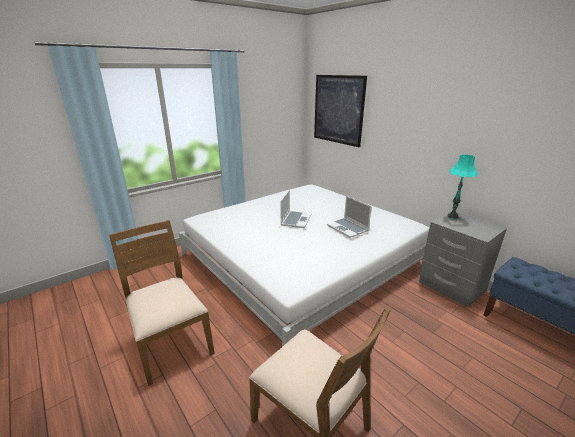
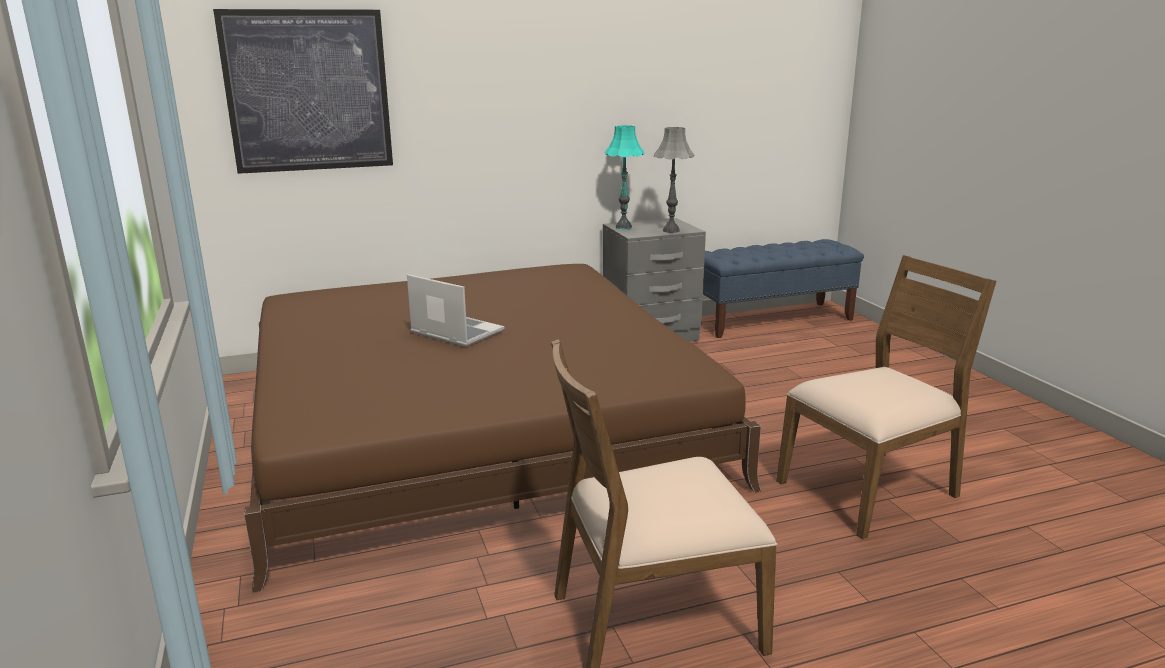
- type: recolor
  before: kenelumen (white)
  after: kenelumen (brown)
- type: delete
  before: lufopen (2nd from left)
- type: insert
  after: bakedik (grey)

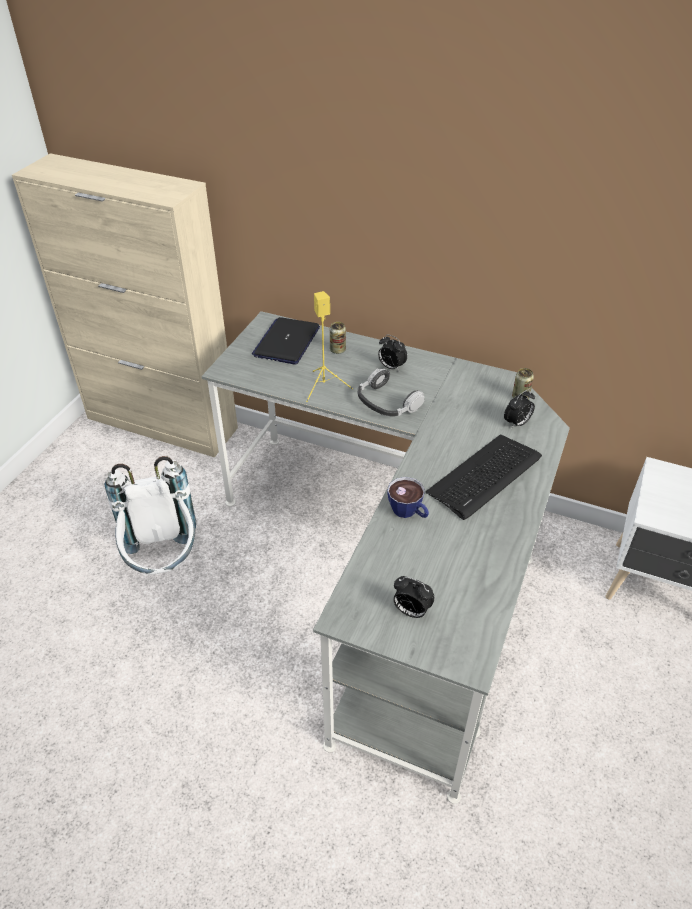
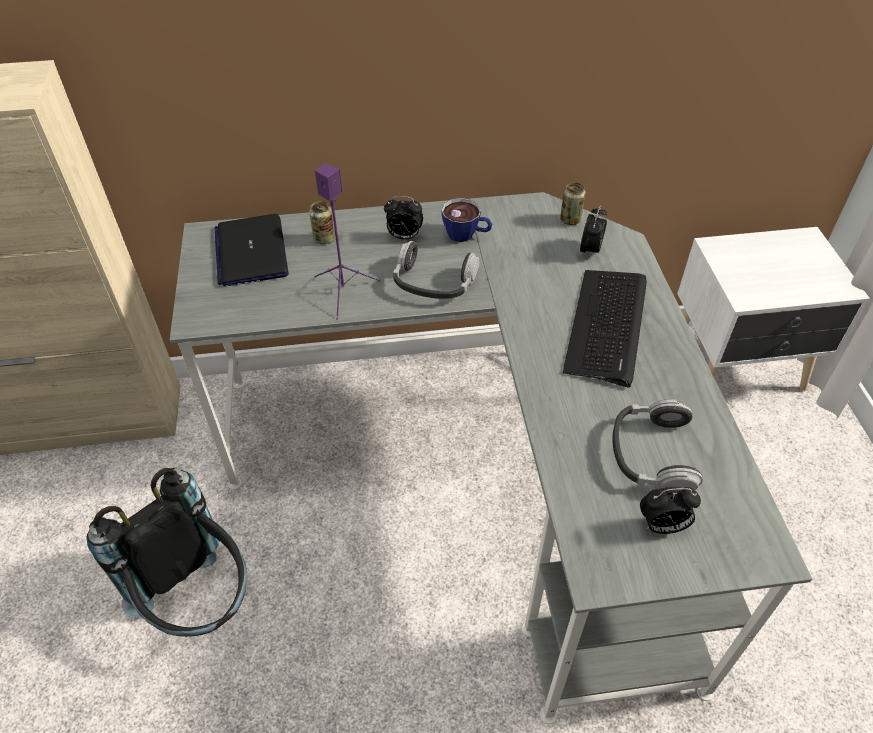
- type: recolor
  before: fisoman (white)
  after: fisoman (black)
- type: recolor
  before: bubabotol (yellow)
  after: bubabotol (purple)
- type: move
  before: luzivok
- type: insert
  after: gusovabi (2nd from left)

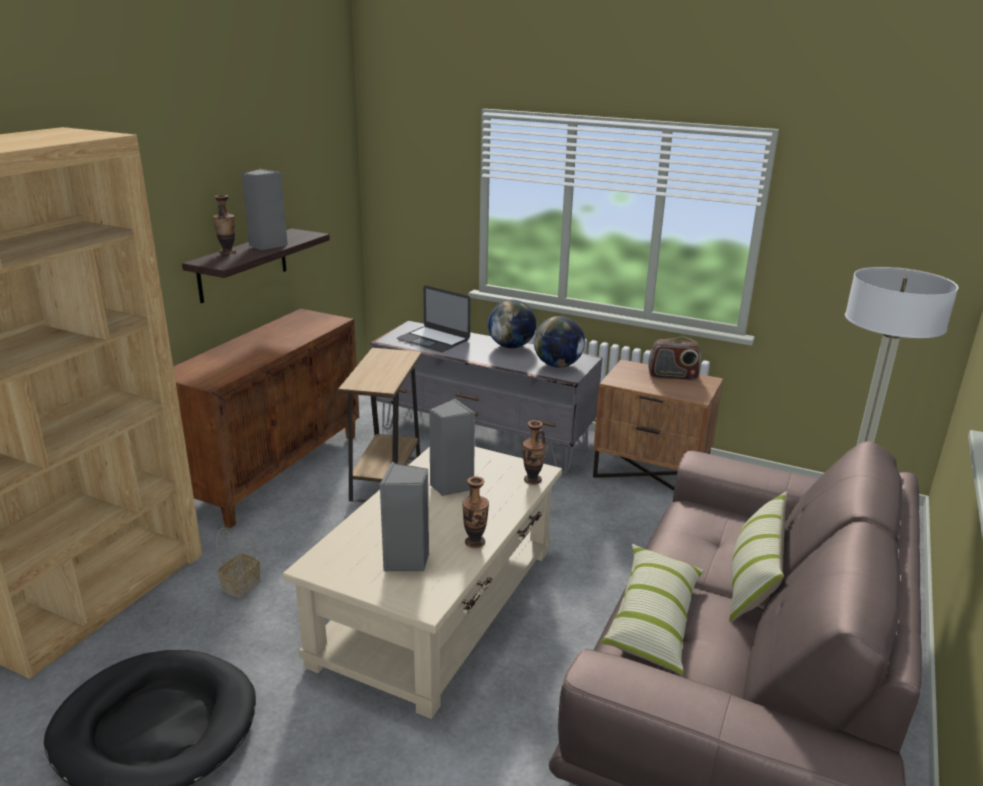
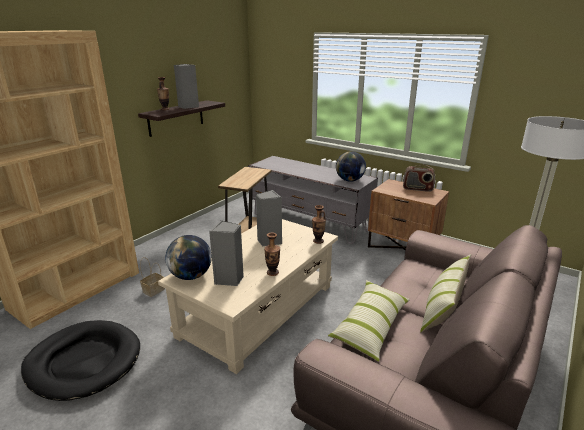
- type: delete
  before: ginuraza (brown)
- type: delete
  before: lufopen
- type: move
  before: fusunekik (1st from left)

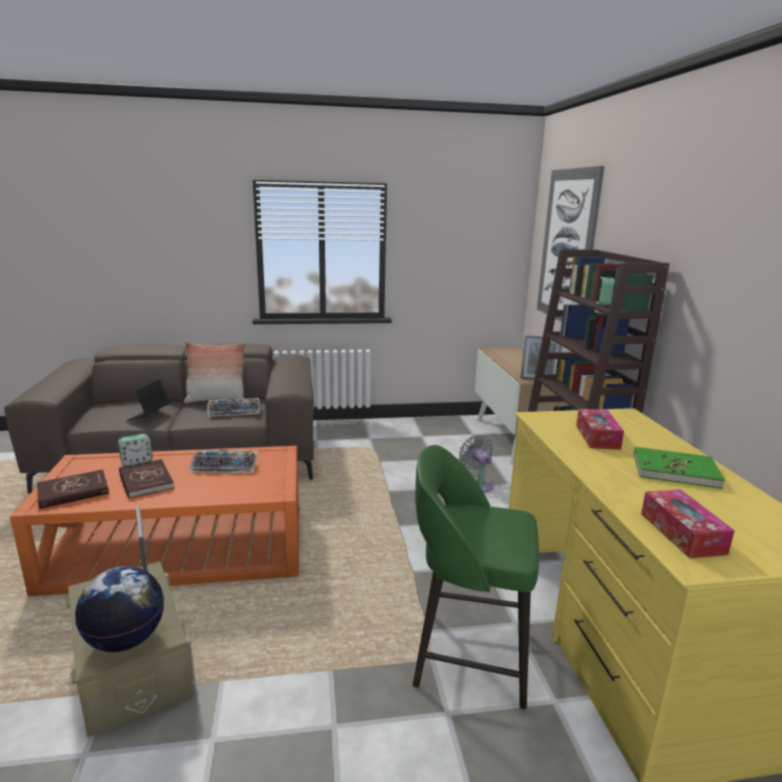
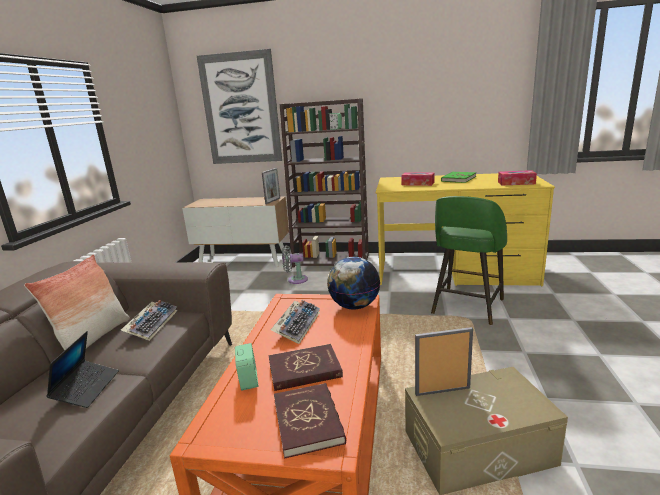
- type: move
  before: fusunekik
- type: rotate
  before: lufopen
  turn: -120

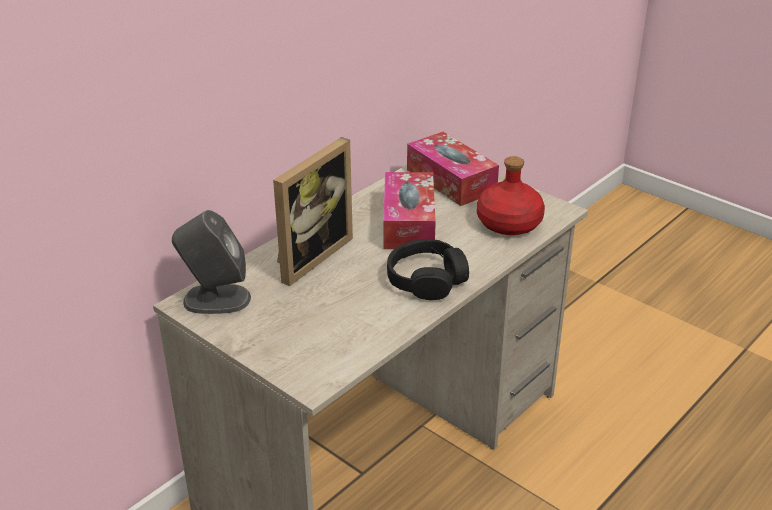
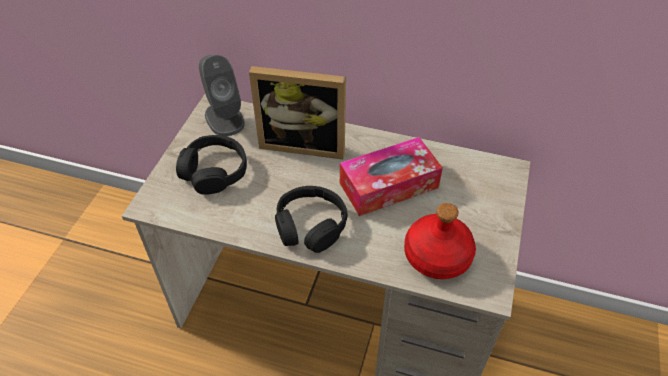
- type: delete
  before: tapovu (2nd from left)
- type: insert
  after: gusovabi (black) (1st from left)

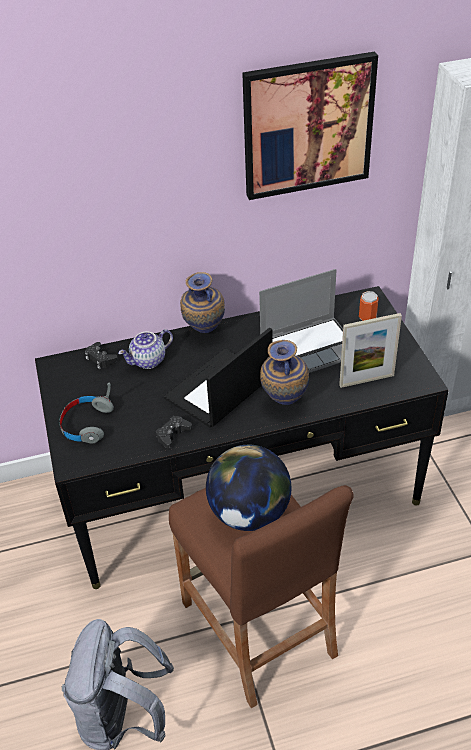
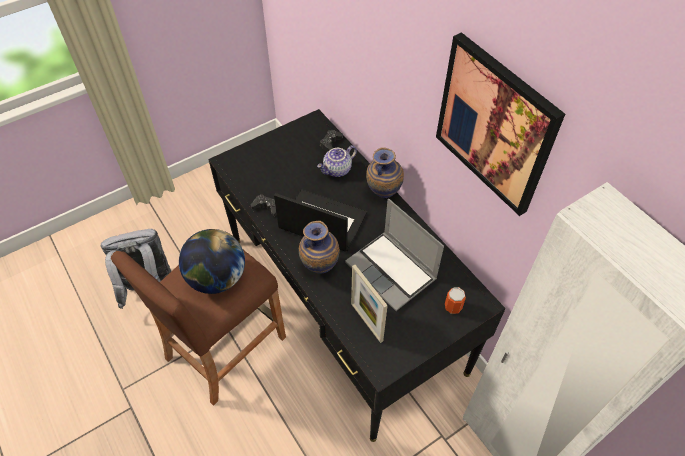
- type: delete
  before: gusovabi (grey)
- type: rotate
  before: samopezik
  turn: -75

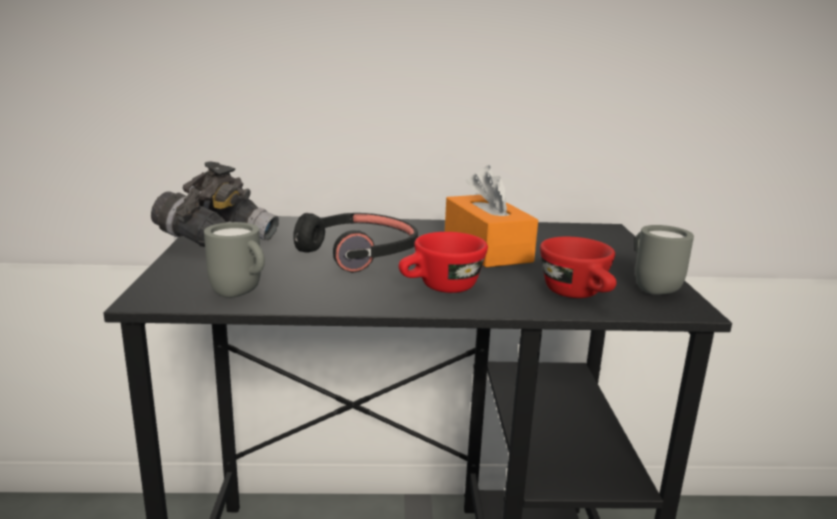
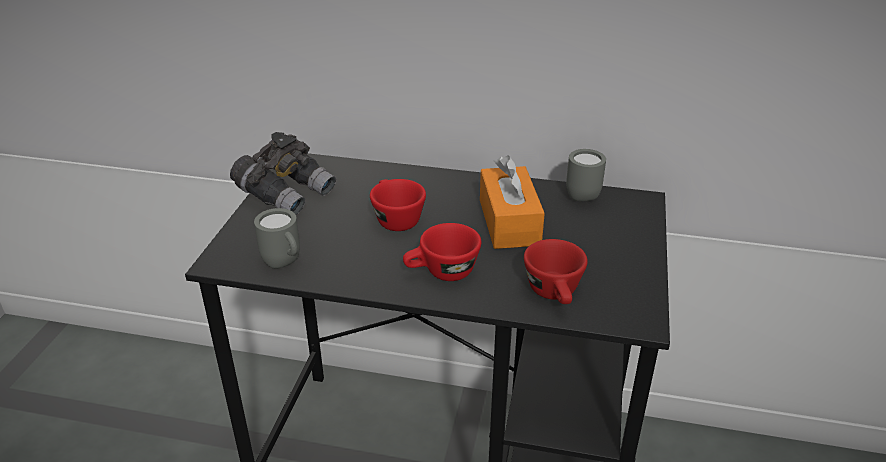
- type: replace
  before: gusovabi (black)
  after: luzivok (red) (1st from left)
- type: move
  before: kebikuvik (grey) (2nd from left)

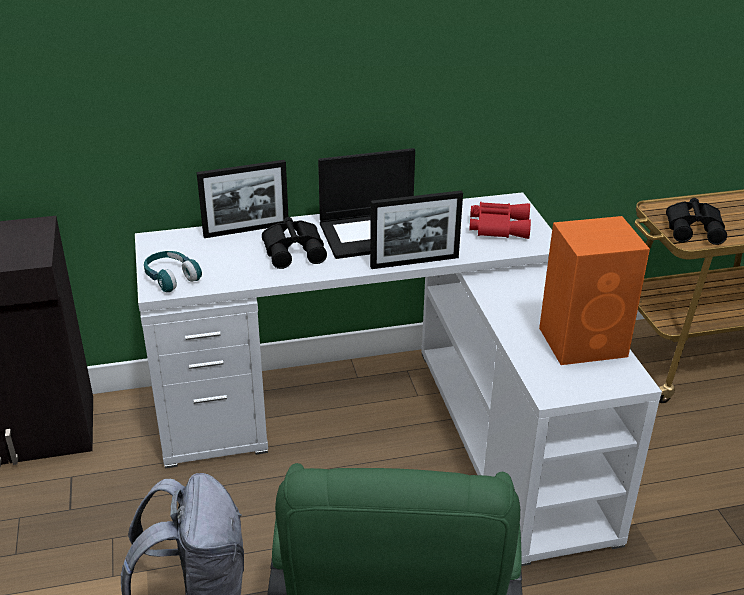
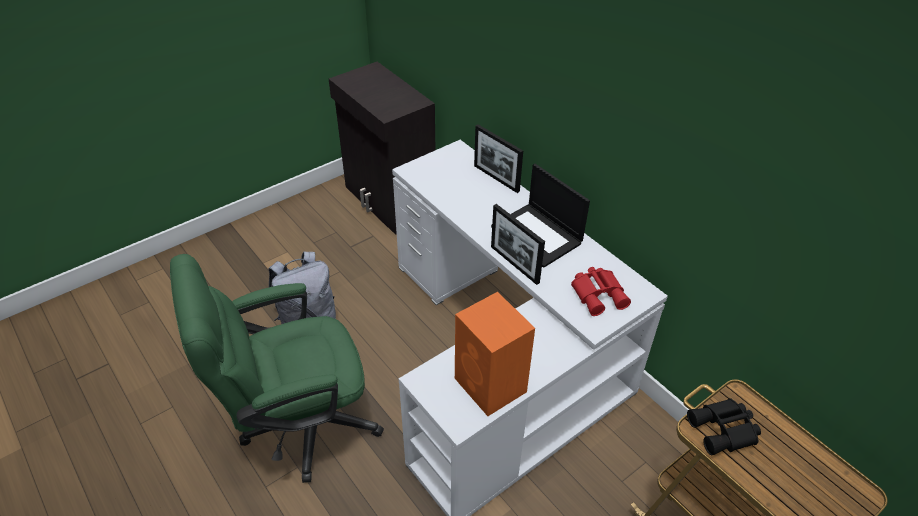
- type: delete
  before: gusovabi (turquoise)
- type: delete
  before: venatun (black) (1st from left)

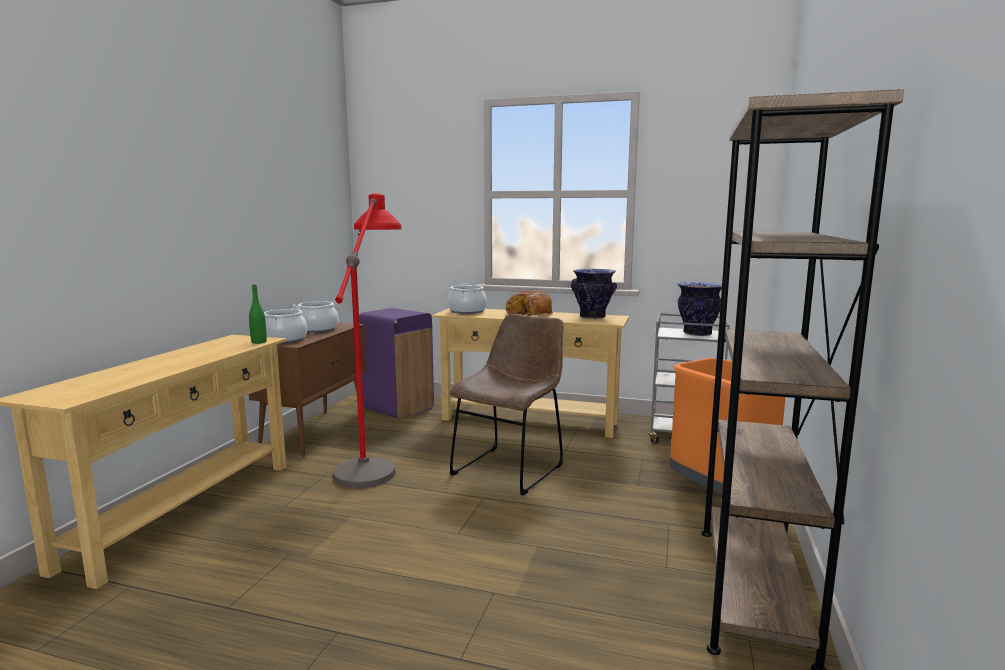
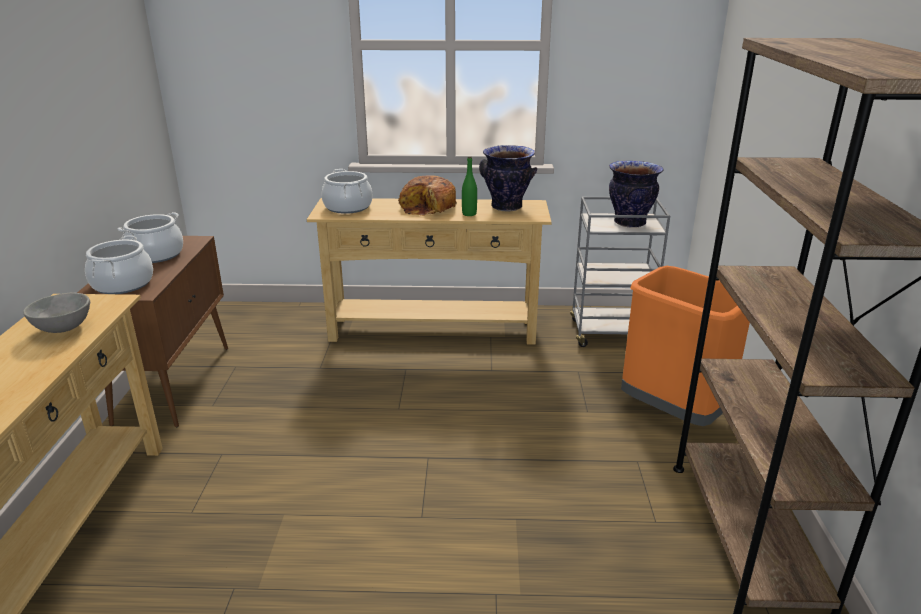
- type: move
  before: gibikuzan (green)
- type: delete
  before: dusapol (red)
- type: delete
  before: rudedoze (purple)
- type: delete
  before: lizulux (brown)
- type: insert
  after: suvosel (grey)

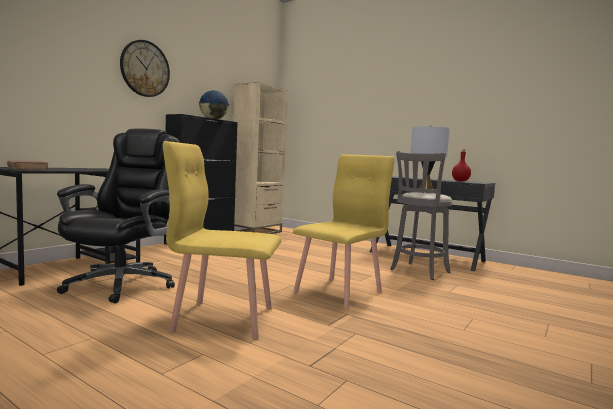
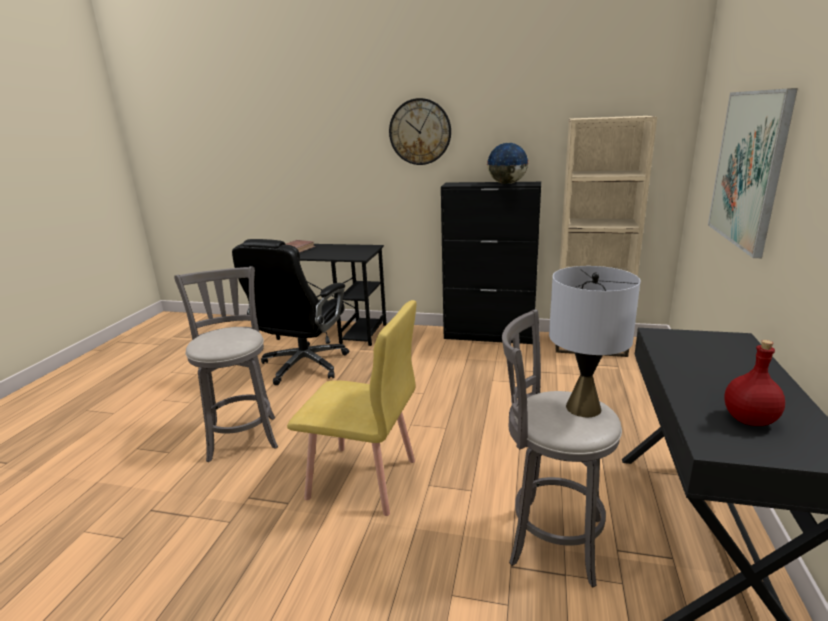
- type: rotate
  before: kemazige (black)
  turn: 120
- type: replace
  before: lizulux (yellow) (1st from left)
  after: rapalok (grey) (1st from left)
- type: insert
  after: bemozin

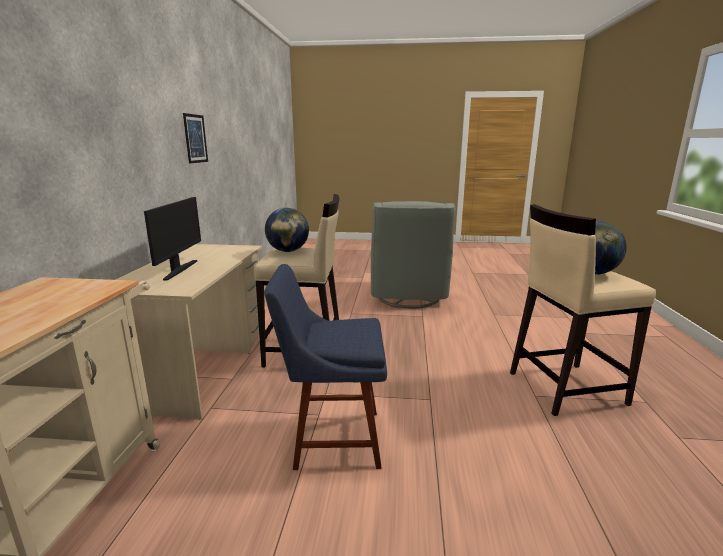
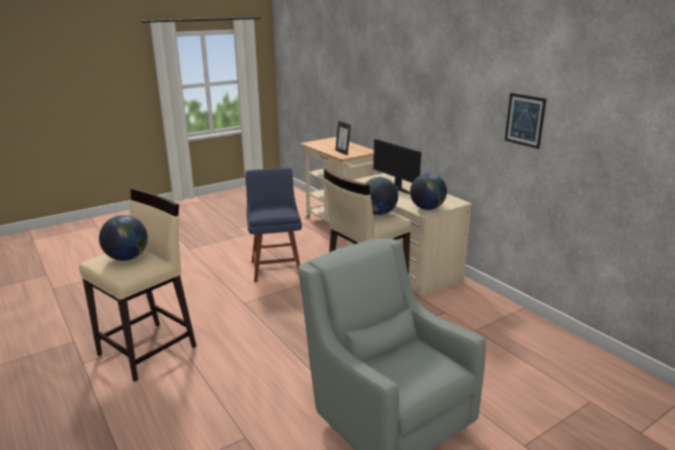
- type: rotate
  before: lizulux (blue)
  turn: -60
- type: insert
  after: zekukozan
- type: insert
  after: fusunekik (3rd from left)

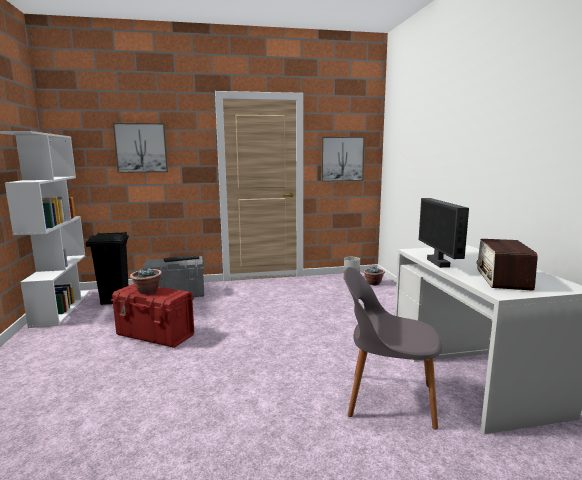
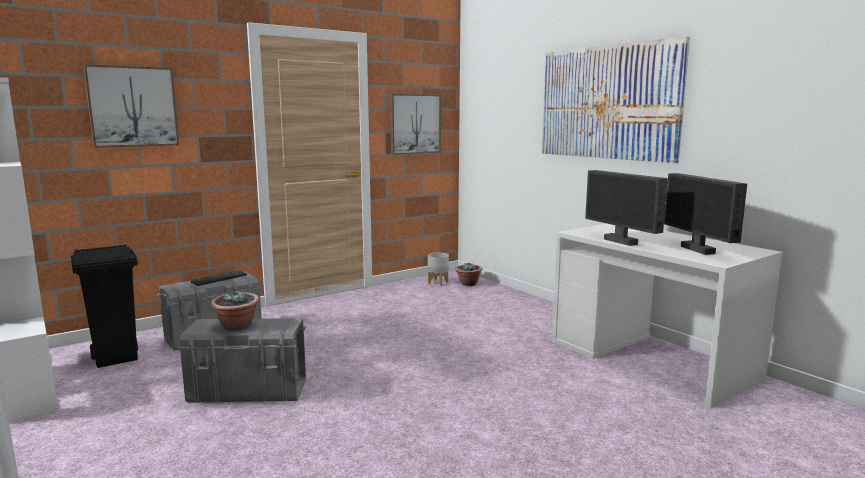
- type: recolor
  before: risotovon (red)
  after: risotovon (grey) (2nd from left)
- type: delete
  before: lizulux (grey)
- type: replace
  before: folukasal
  after: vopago (2nd from left)
- type: insert
  after: bemozin (3rd from left)

